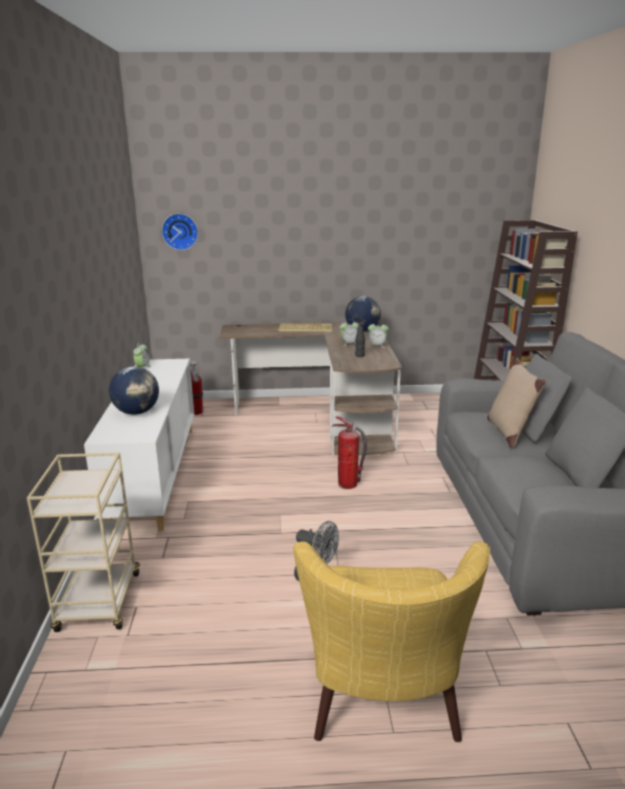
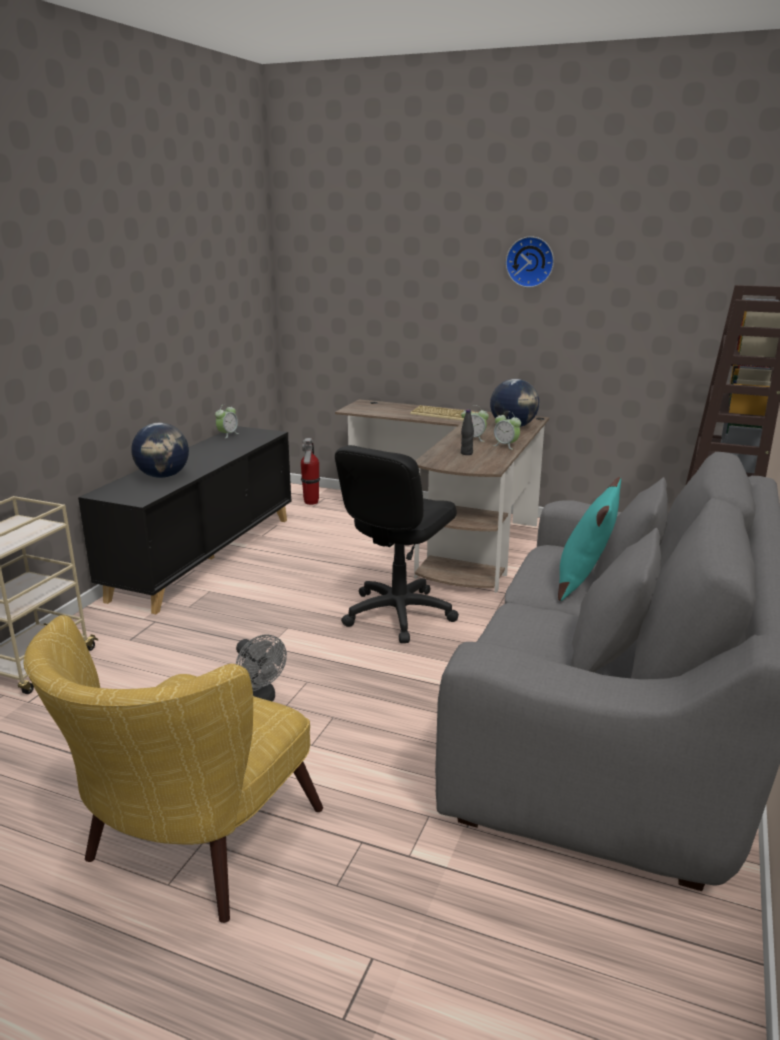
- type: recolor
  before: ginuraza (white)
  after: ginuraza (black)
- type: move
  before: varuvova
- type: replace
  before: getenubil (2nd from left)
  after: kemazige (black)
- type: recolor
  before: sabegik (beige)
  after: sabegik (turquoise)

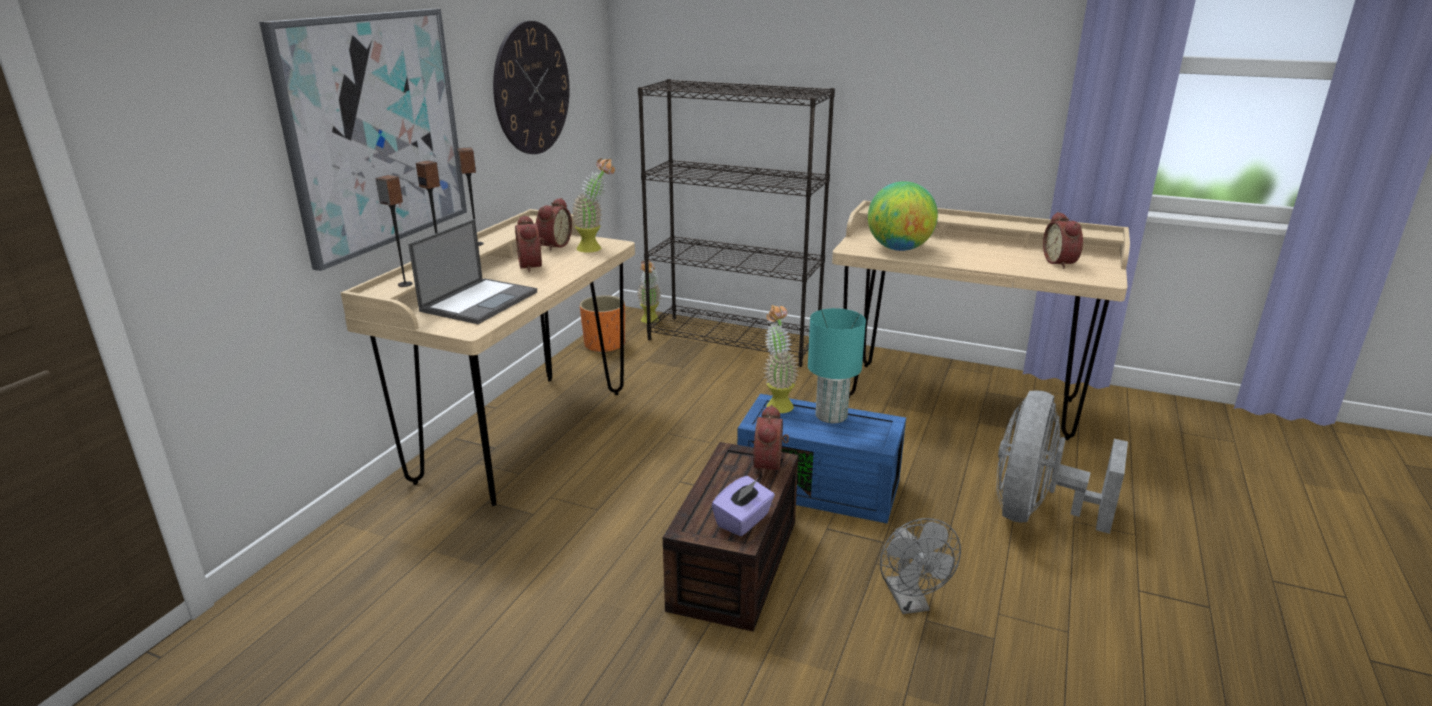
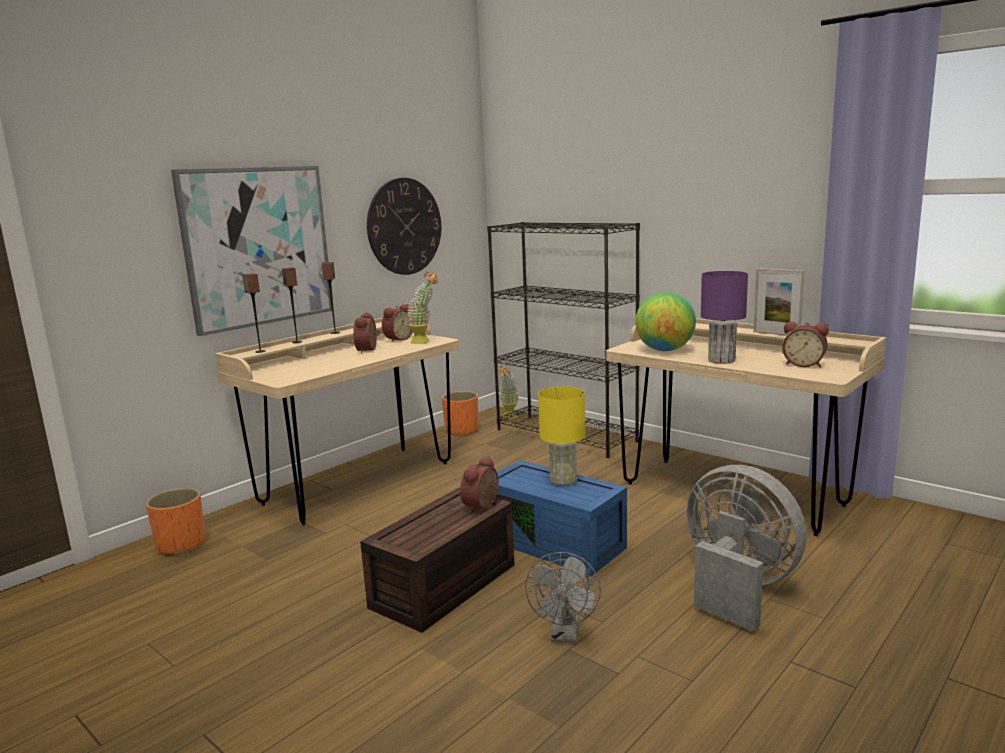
- type: delete
  before: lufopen
- type: delete
  before: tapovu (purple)
- type: delete
  before: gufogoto (3rd from left)
- type: recolor
  before: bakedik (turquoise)
  after: bakedik (yellow)
- type: rotate
  before: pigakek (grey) (2nd from left)
  turn: 90
- type: rotate
  before: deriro (4th from left)
  turn: -75
- type: insert
  after: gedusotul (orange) (1st from left)
- type: insert
  after: bakedik (purple)
- type: insert
  after: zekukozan

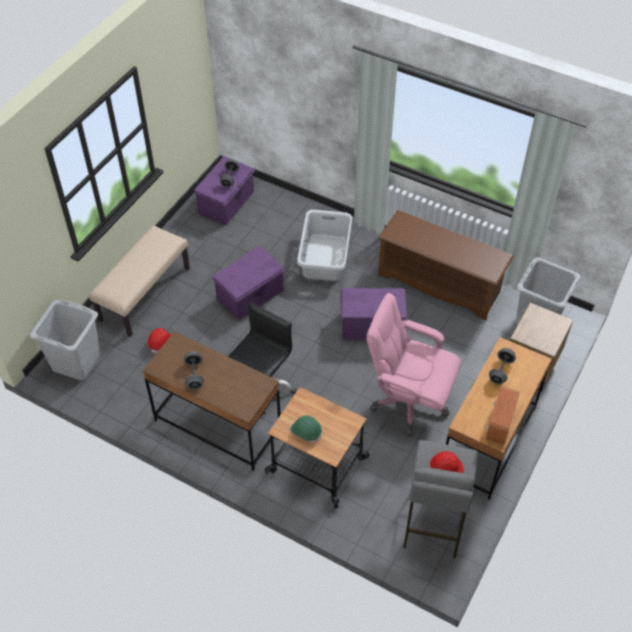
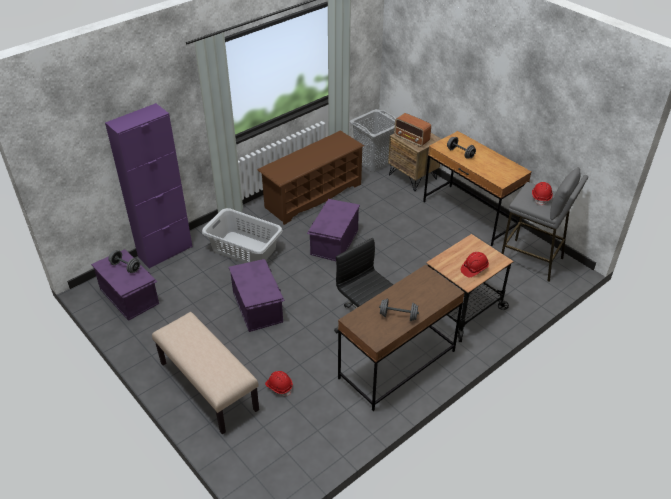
- type: delete
  before: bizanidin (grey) (1st from left)
- type: recolor
  before: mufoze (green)
  after: mufoze (red) (2nd from left)
- type: delete
  before: kemazige (pink)
- type: move
  before: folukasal
- type: insert
  after: ginuraza (purple)

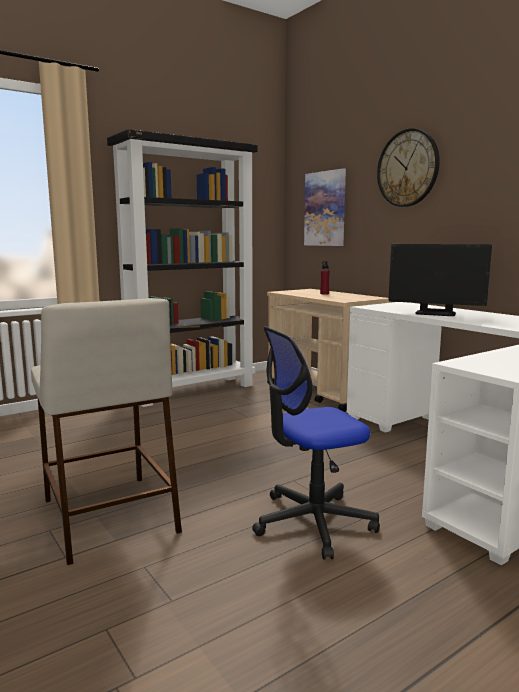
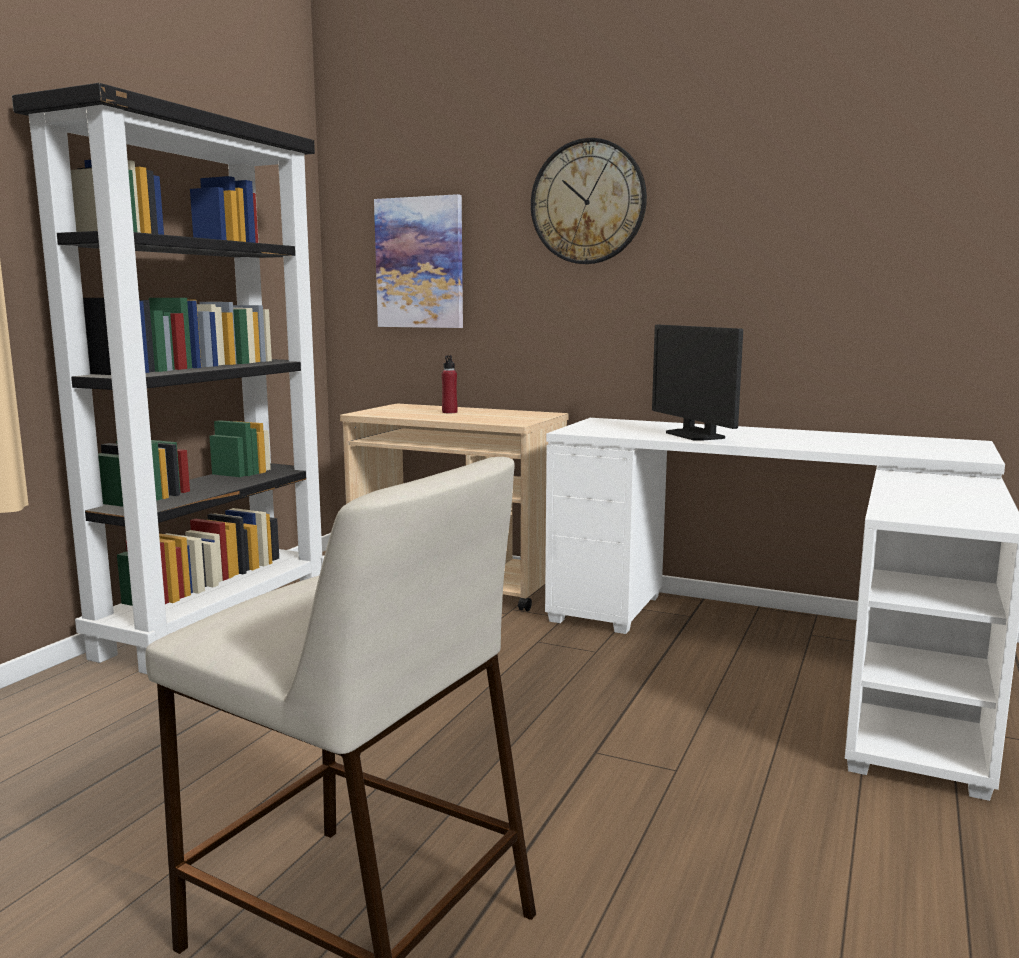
- type: delete
  before: kemazige
- type: rotate
  before: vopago
  turn: 75

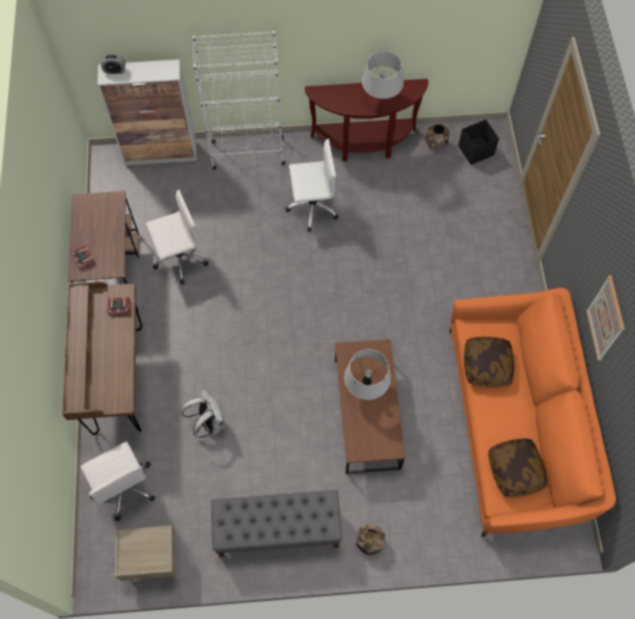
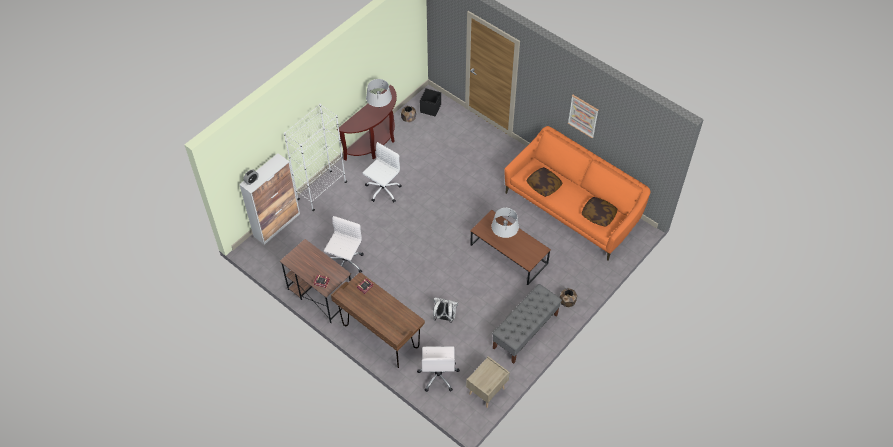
- type: rotate
  before: kemazige (white) (1st from left in the first image)
  turn: 75

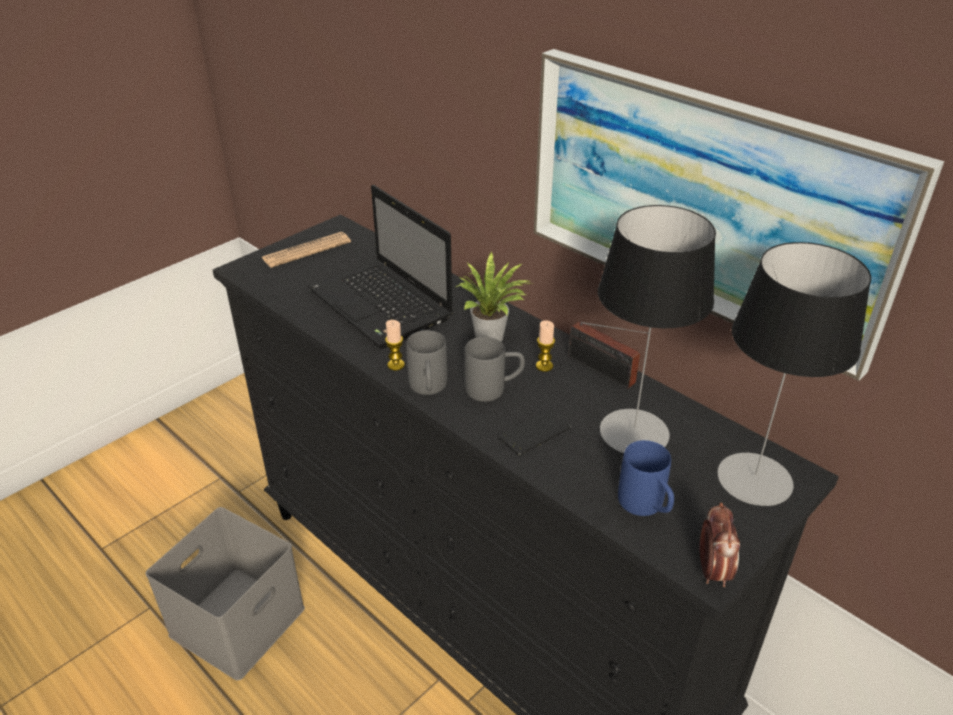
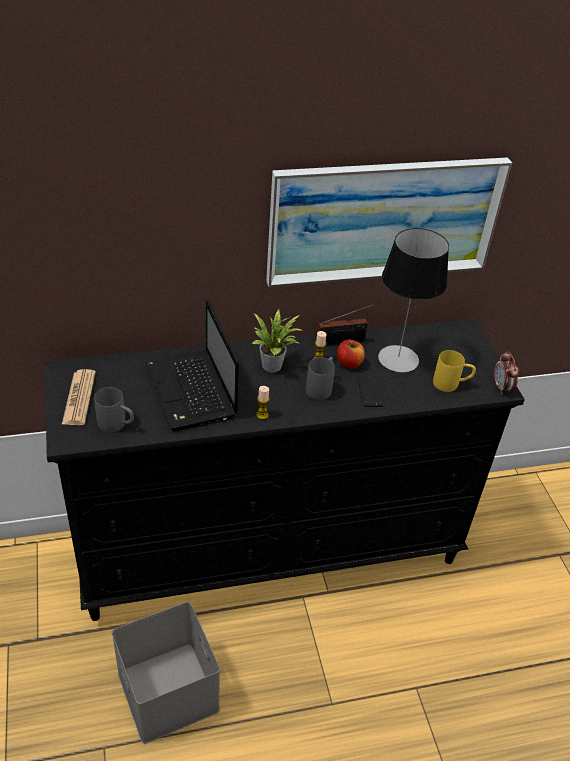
- type: rotate
  before: lufopen
  turn: 75
- type: move
  before: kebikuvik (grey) (1st from left)
- type: recolor
  before: kebikuvik (blue)
  after: kebikuvik (yellow)
- type: rotate
  before: deriro
  turn: -135
- type: delete
  before: bakedik (2nd from left)
- type: insert
  after: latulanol

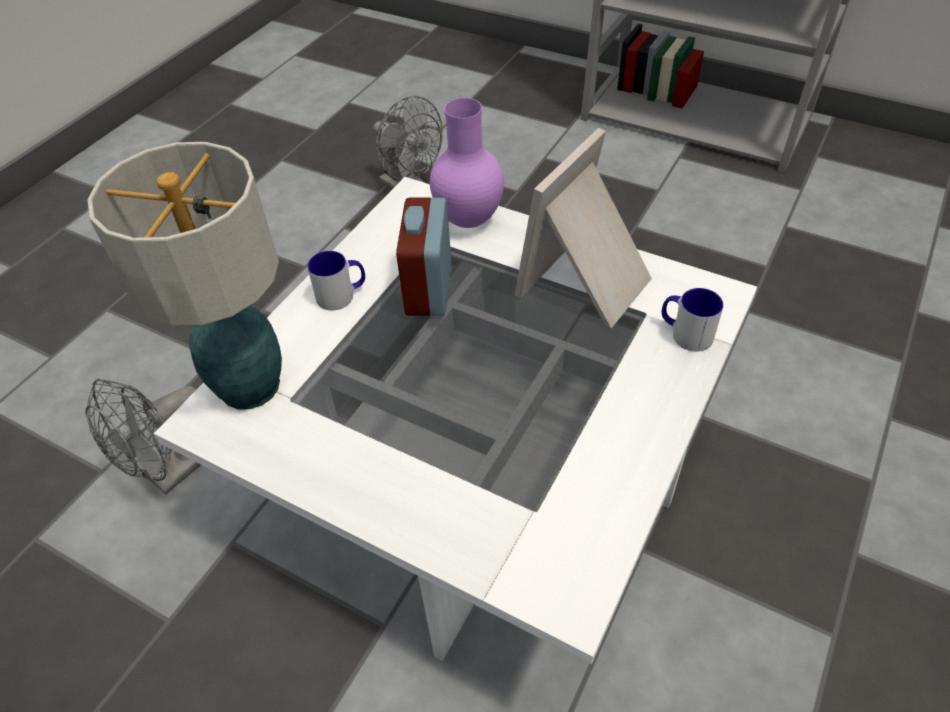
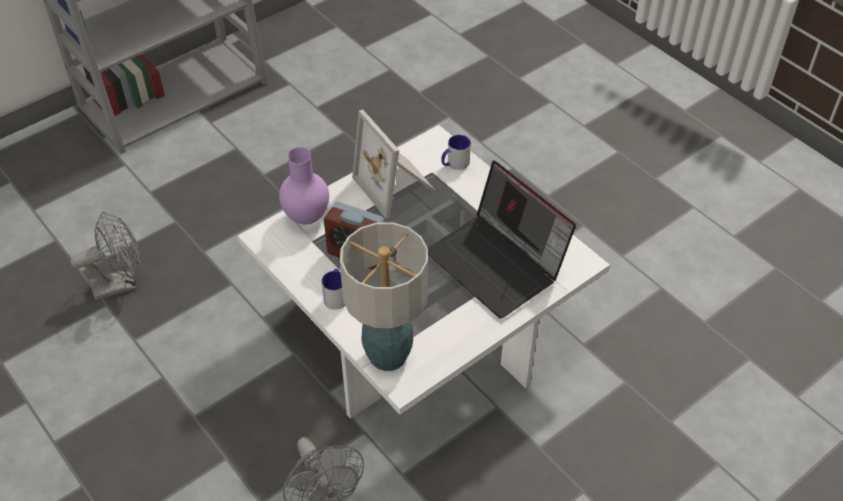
- type: insert
  after: lufopen

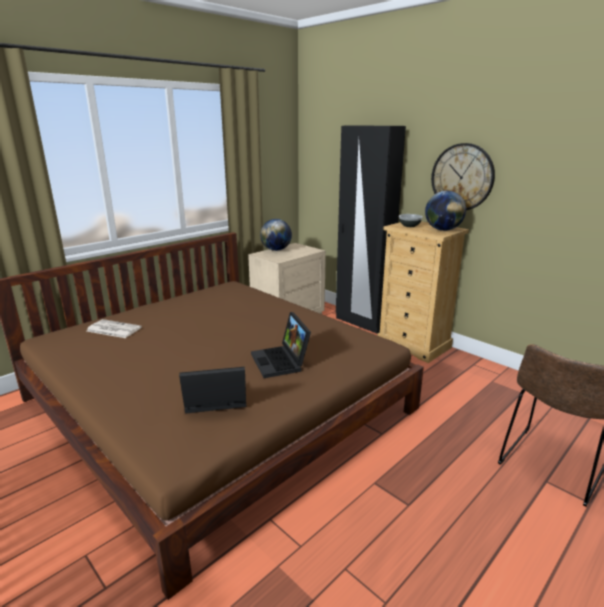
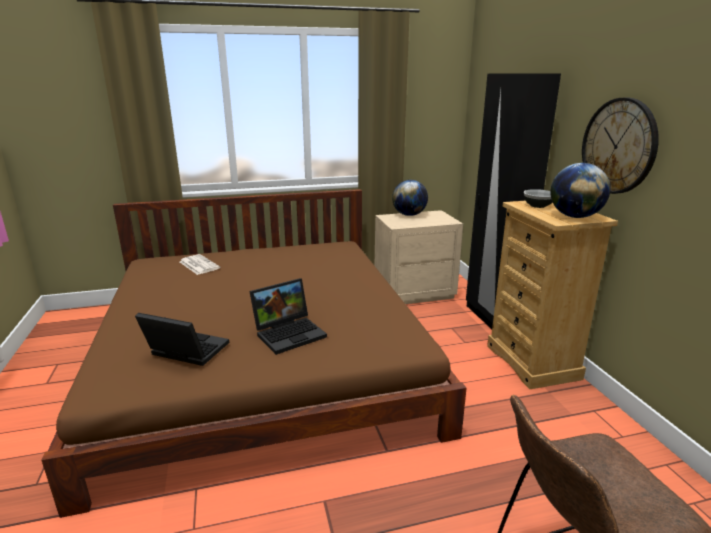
- type: rotate
  before: lufopen (2nd from left)
  turn: -135

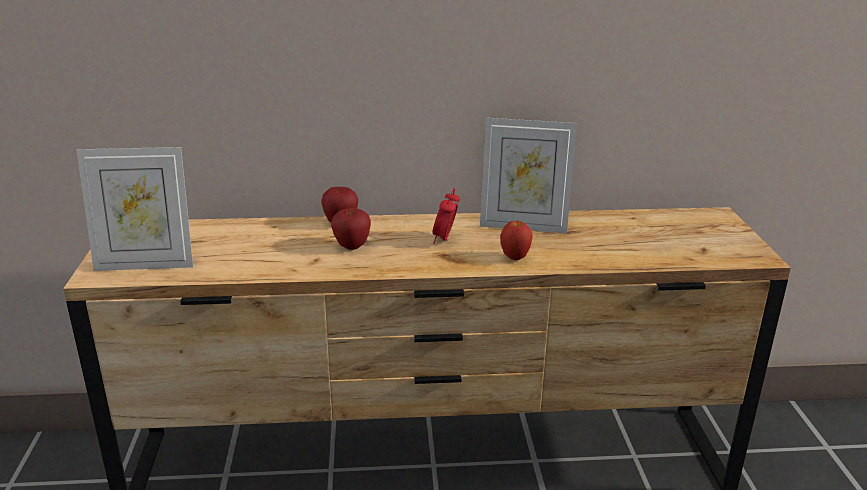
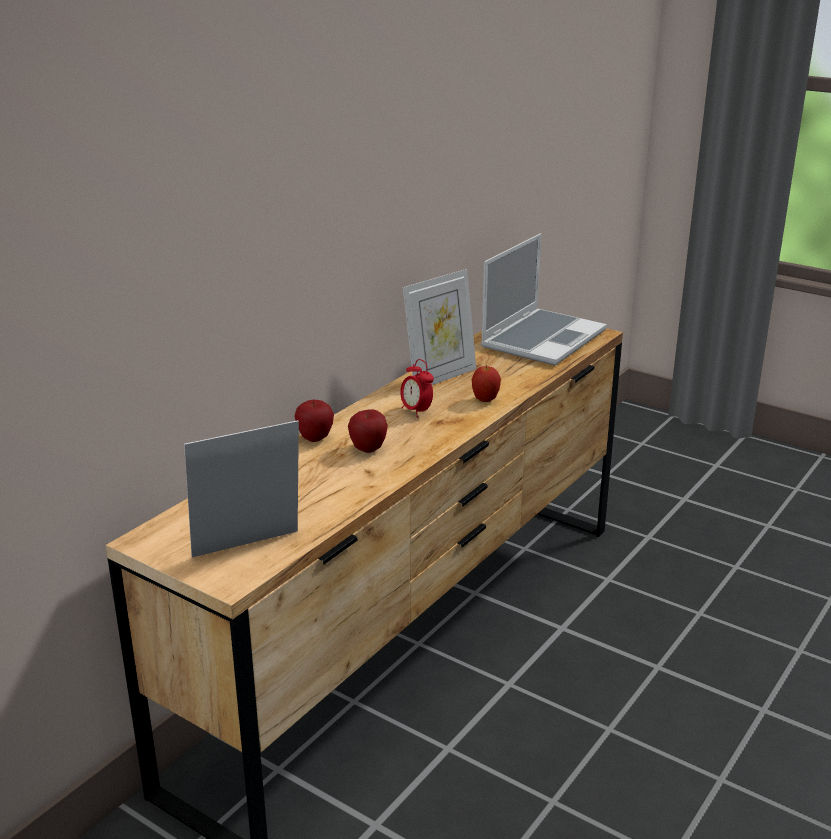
- type: rotate
  before: zekukozan (1st from left)
  turn: -150
- type: insert
  after: lufopen

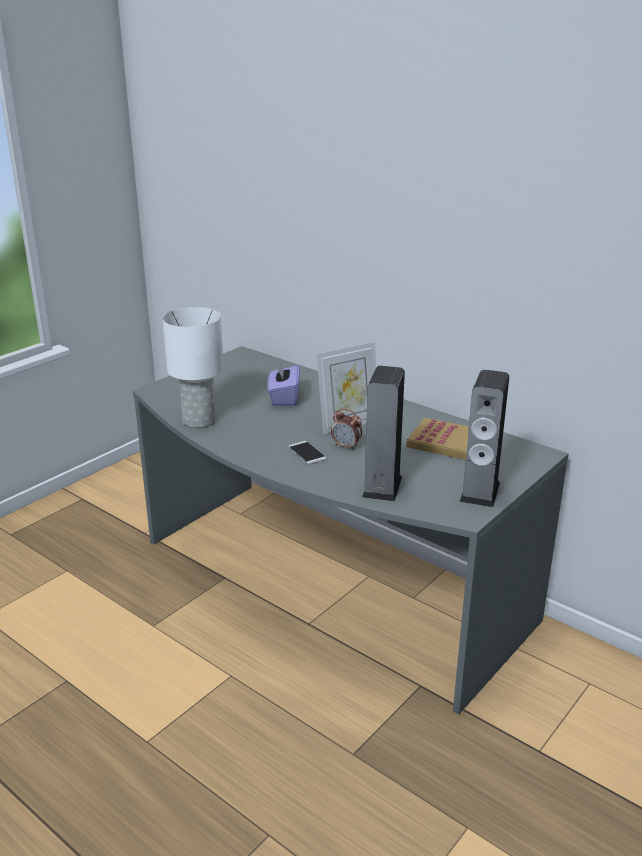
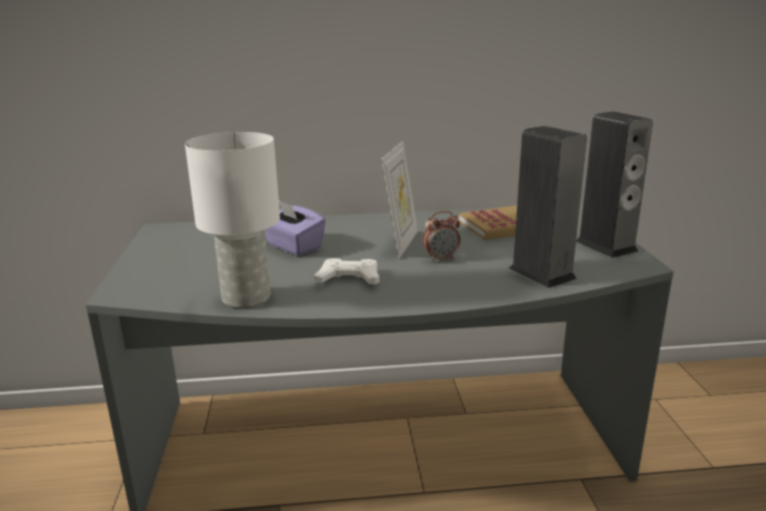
- type: delete
  before: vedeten
- type: insert
  after: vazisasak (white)

